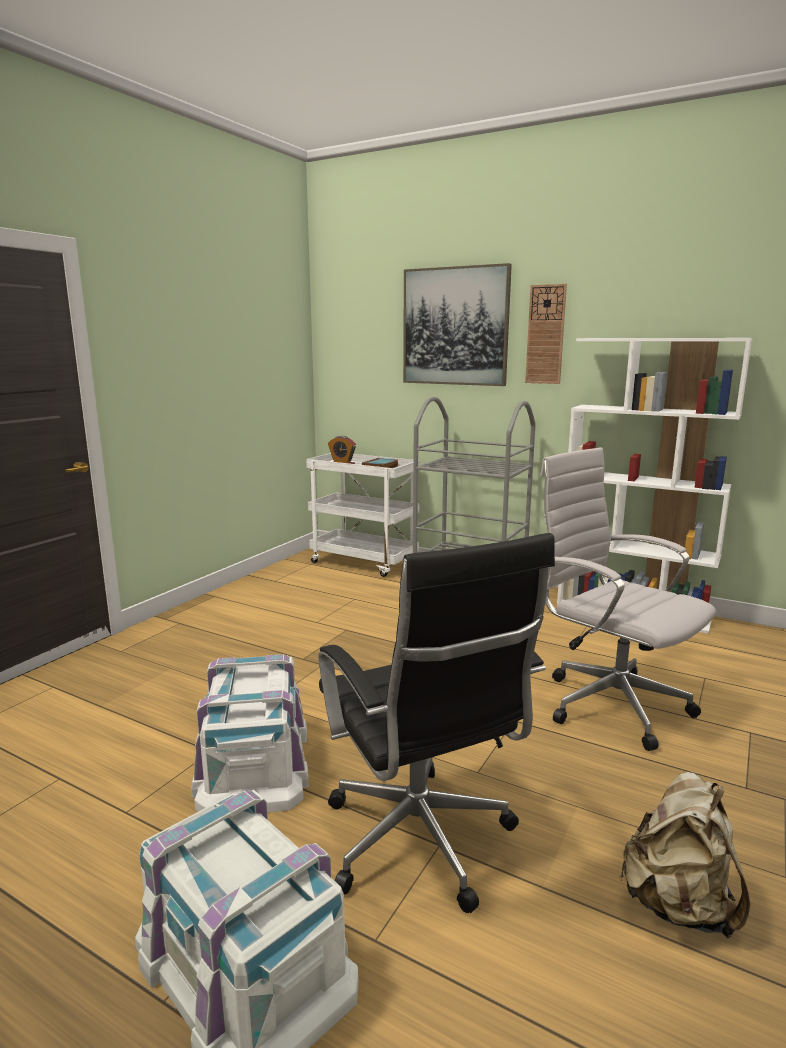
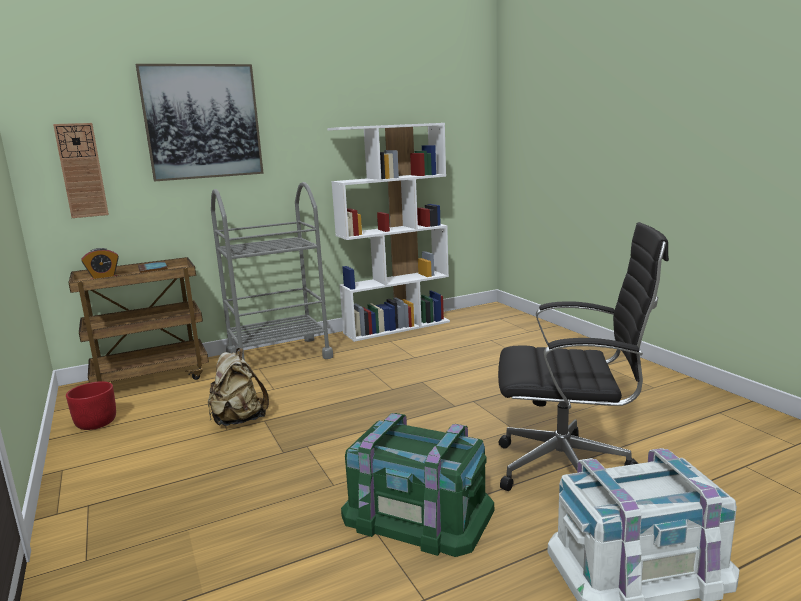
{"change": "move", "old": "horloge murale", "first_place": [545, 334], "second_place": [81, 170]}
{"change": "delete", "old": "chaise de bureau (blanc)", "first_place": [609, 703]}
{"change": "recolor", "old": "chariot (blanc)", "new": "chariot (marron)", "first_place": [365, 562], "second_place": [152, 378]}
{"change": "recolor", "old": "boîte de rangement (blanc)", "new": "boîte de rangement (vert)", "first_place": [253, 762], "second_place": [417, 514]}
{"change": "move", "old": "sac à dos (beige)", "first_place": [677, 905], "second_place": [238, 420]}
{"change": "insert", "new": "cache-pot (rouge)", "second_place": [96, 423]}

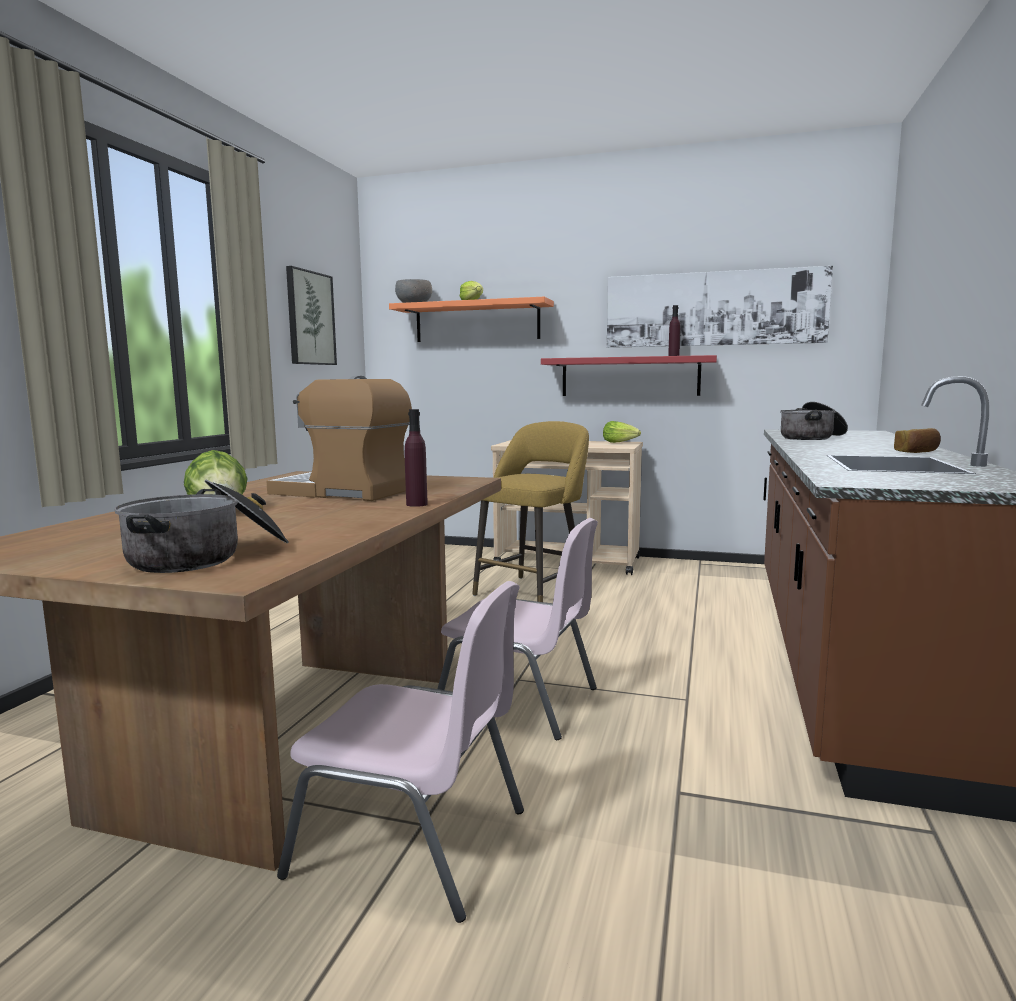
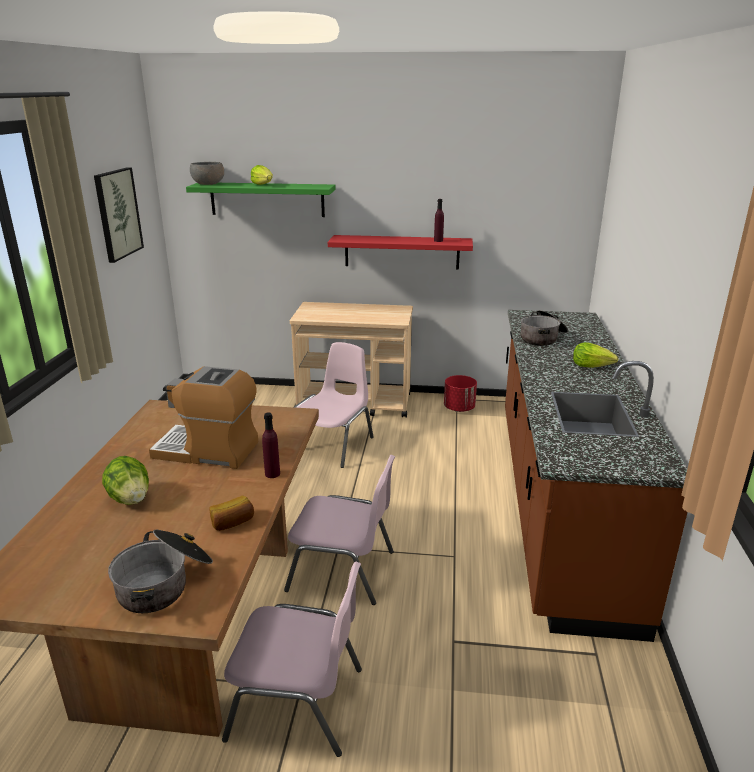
{"change": "delete", "old": "tableau", "first_place": [713, 309]}
{"change": "recolor", "old": "étagère (orange)", "new": "étagère (vert)", "first_place": [477, 322], "second_place": [267, 199]}
{"change": "replace", "old": "tabouret (jaune)", "new": "chaise (rose)", "first_place": [533, 592], "second_place": [333, 444]}
{"change": "move", "old": "laitue", "first_place": [620, 442], "second_place": [591, 366]}
{"change": "move", "old": "pain", "first_place": [917, 452], "second_place": [232, 523]}
{"change": "insert", "new": "cache-pot (rouge)", "second_place": [459, 408]}

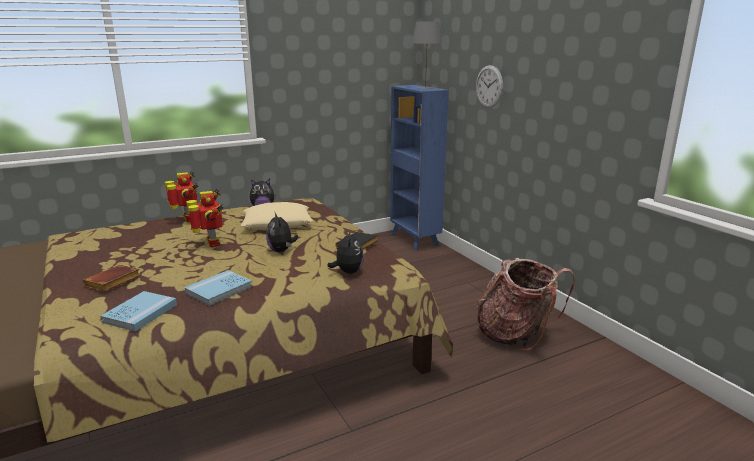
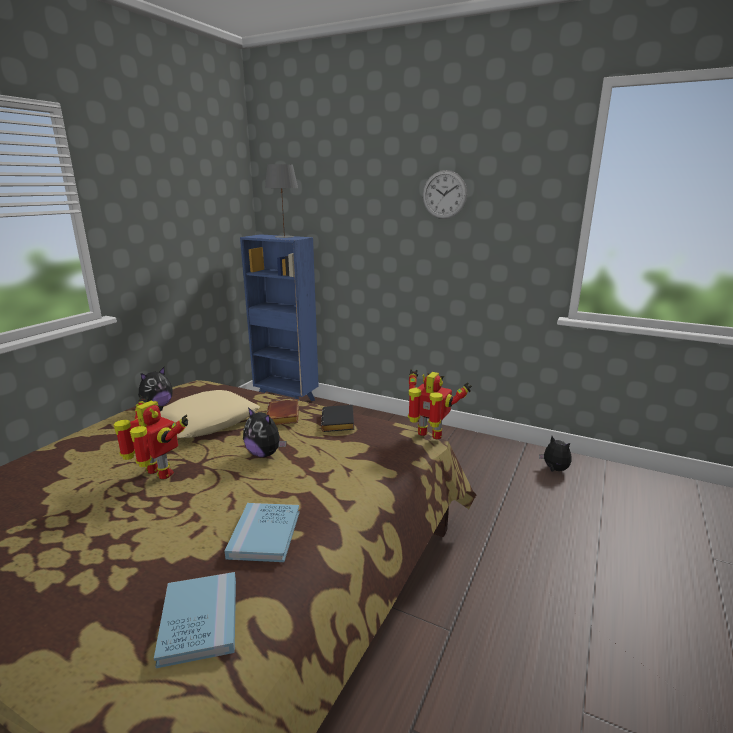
{"change": "move", "old": "horloge murale", "first_place": [489, 86], "second_place": [444, 194]}
{"change": "move", "old": "robot jouet", "first_place": [188, 219], "second_place": [430, 436]}
{"change": "move", "old": "peluche", "first_place": [348, 272], "second_place": [554, 469]}
{"change": "delete", "old": "sac à dos", "first_place": [516, 334]}
{"change": "move", "old": "livre (marron)", "first_place": [112, 283], "second_place": [284, 416]}

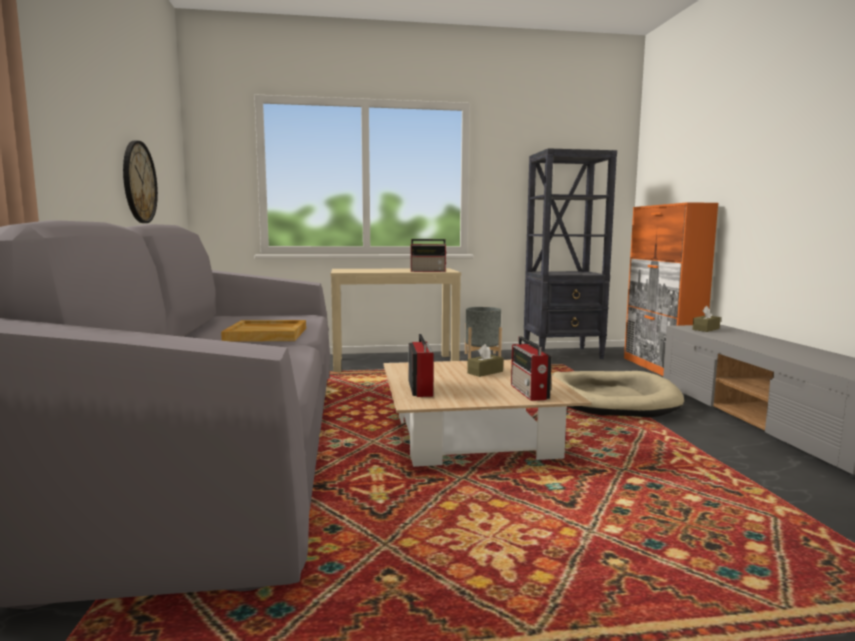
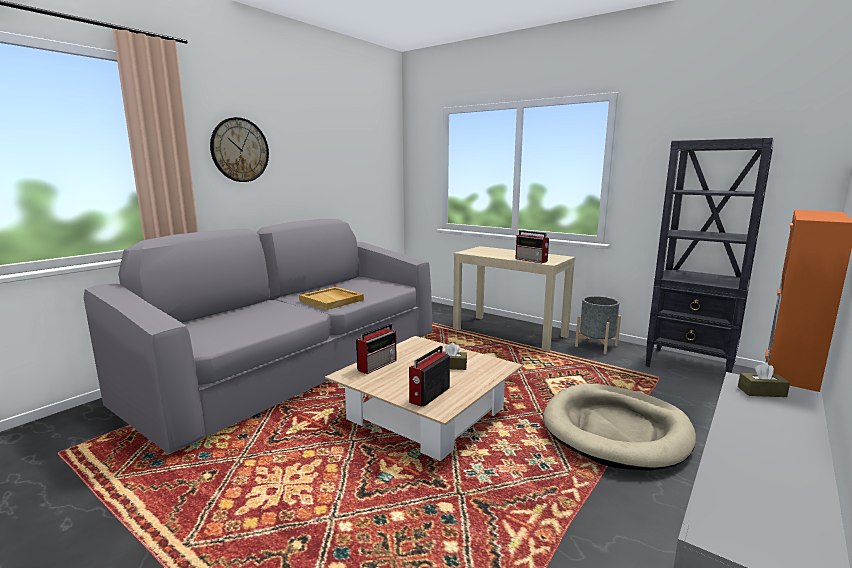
{"change": "move", "old": "horloge murale", "first_place": [139, 182], "second_place": [240, 150]}

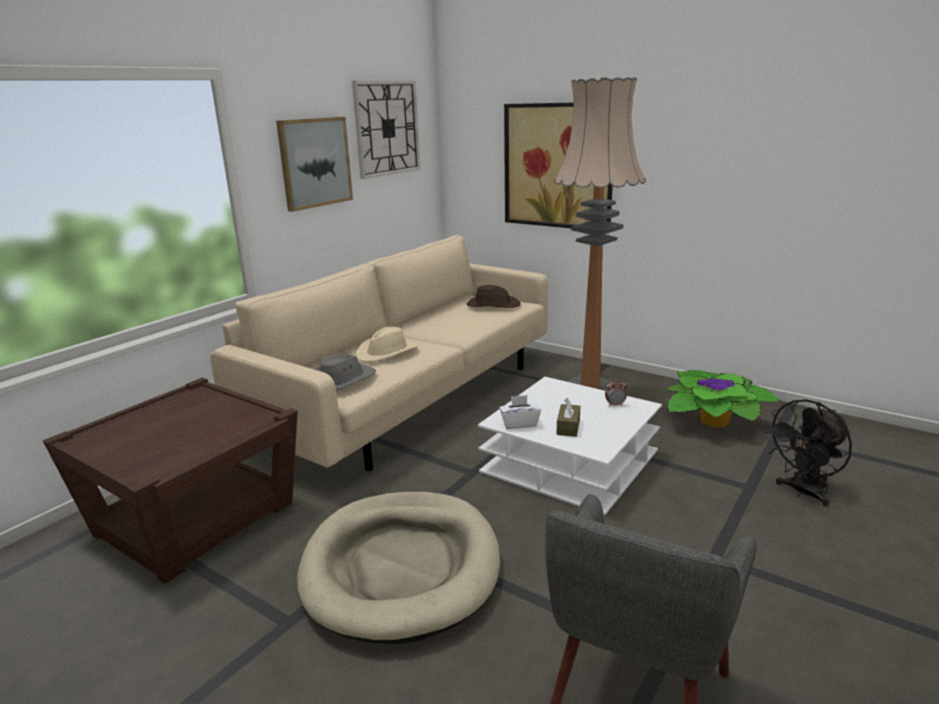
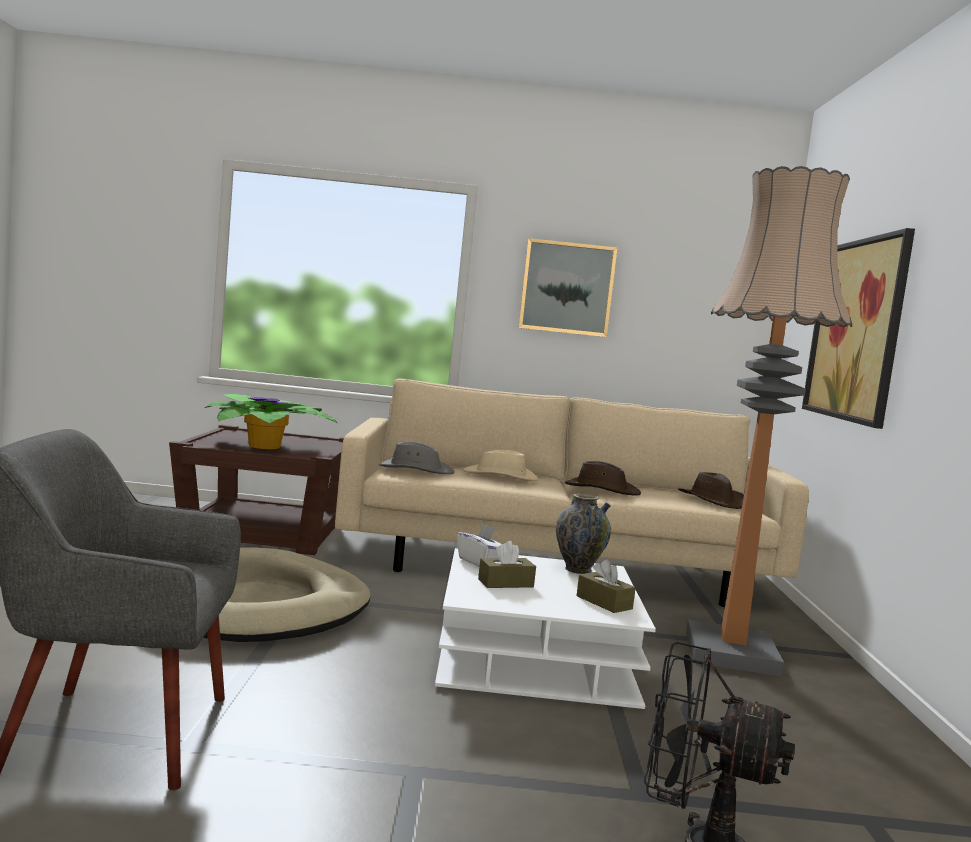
{"change": "delete", "old": "horloge murale", "first_place": [387, 128]}
{"change": "move", "old": "plante en pot", "first_place": [712, 419], "second_place": [267, 446]}
{"change": "replace", "old": "réveil", "new": "boîte à mouchoirs (marron)", "first_place": [615, 405], "second_place": [604, 602]}
{"change": "insert", "new": "chapeau (marron)", "second_place": [601, 490]}
{"change": "insert", "new": "vase", "second_place": [578, 569]}

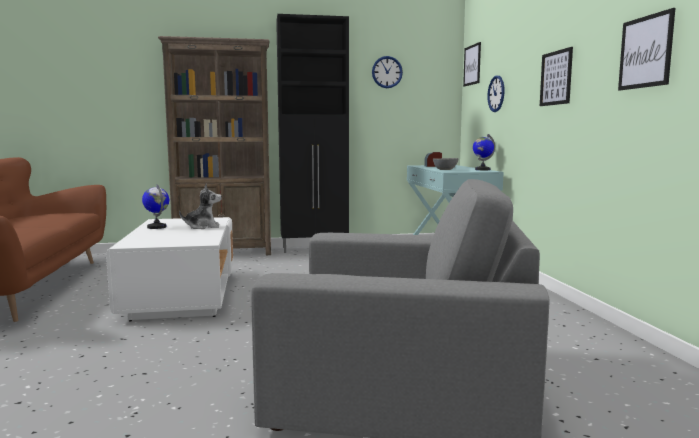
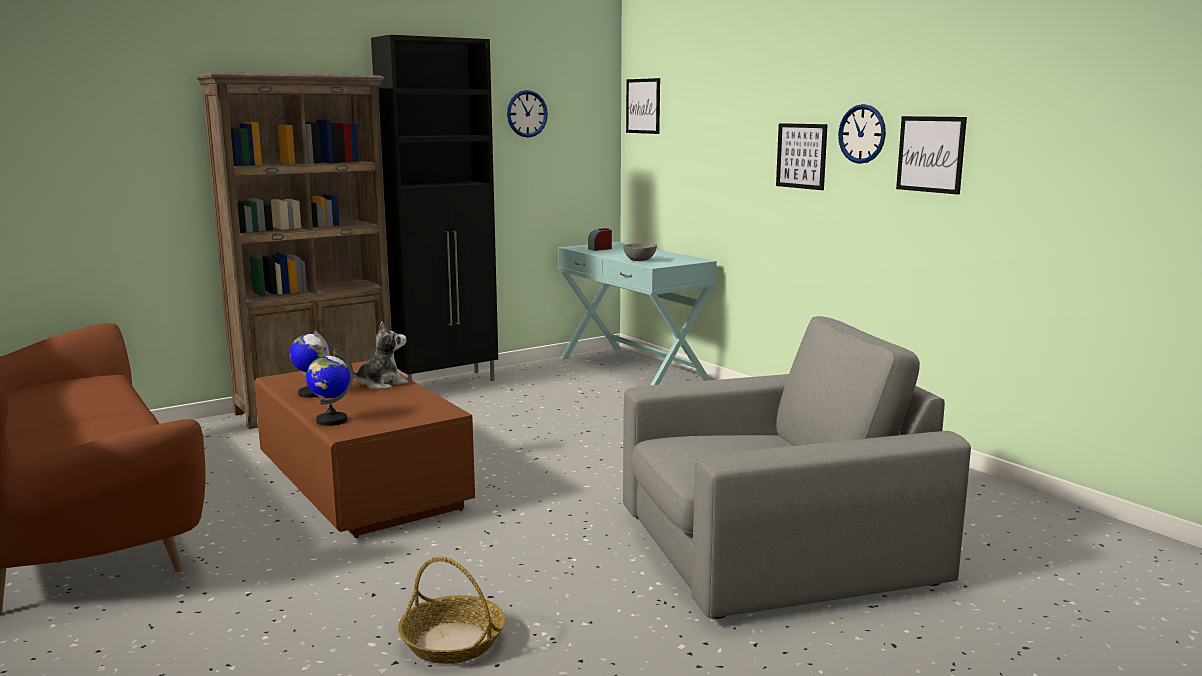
{"change": "move", "old": "horloge murale", "first_place": [496, 93], "second_place": [862, 134]}
{"change": "move", "old": "globe", "first_place": [482, 169], "second_place": [331, 420]}
{"change": "recolor", "old": "table basse (blanc)", "new": "table basse (marron)", "first_place": [181, 294], "second_place": [362, 485]}
{"change": "insert", "new": "panier", "second_place": [453, 642]}

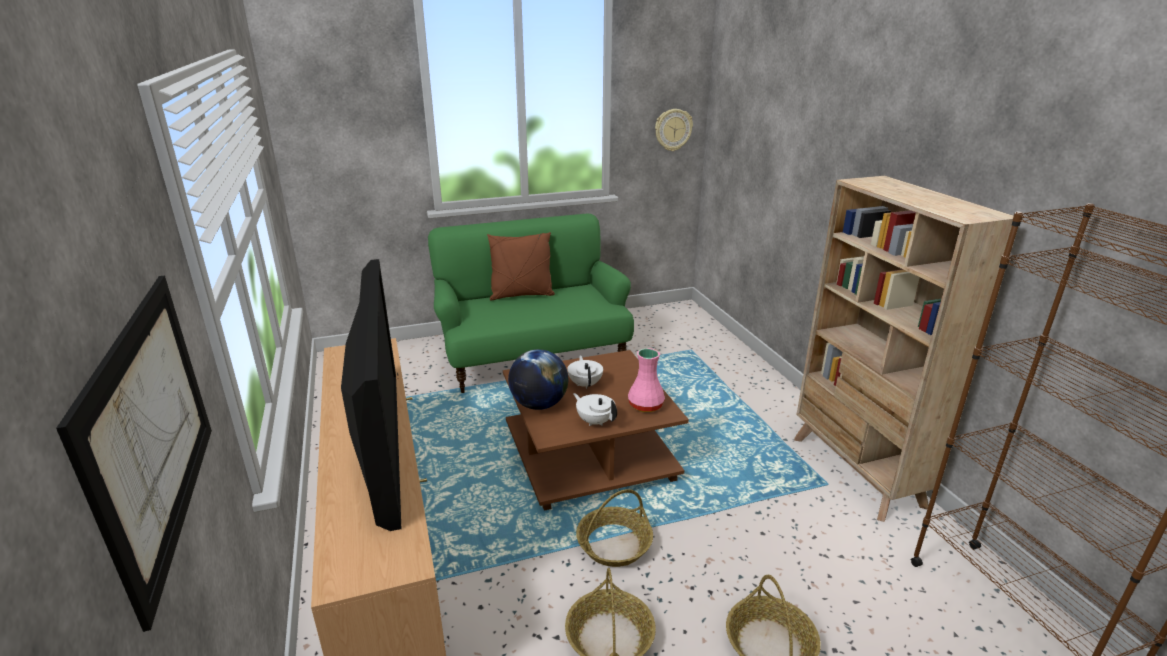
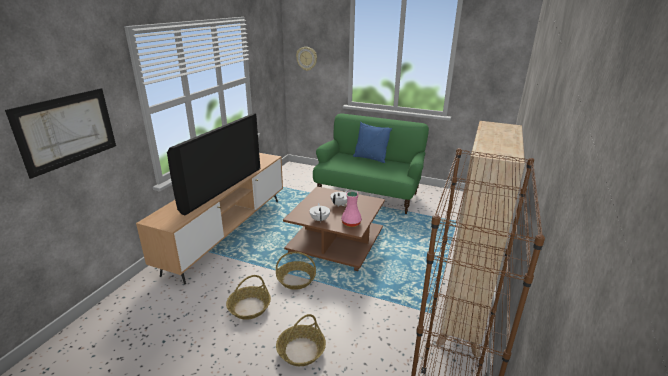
{"change": "move", "old": "horloge murale", "first_place": [673, 129], "second_place": [307, 58]}
{"change": "recolor", "old": "coussin (marron)", "new": "coussin (bleu)", "first_place": [521, 295], "second_place": [370, 158]}
{"change": "delete", "old": "globe", "first_place": [539, 404]}

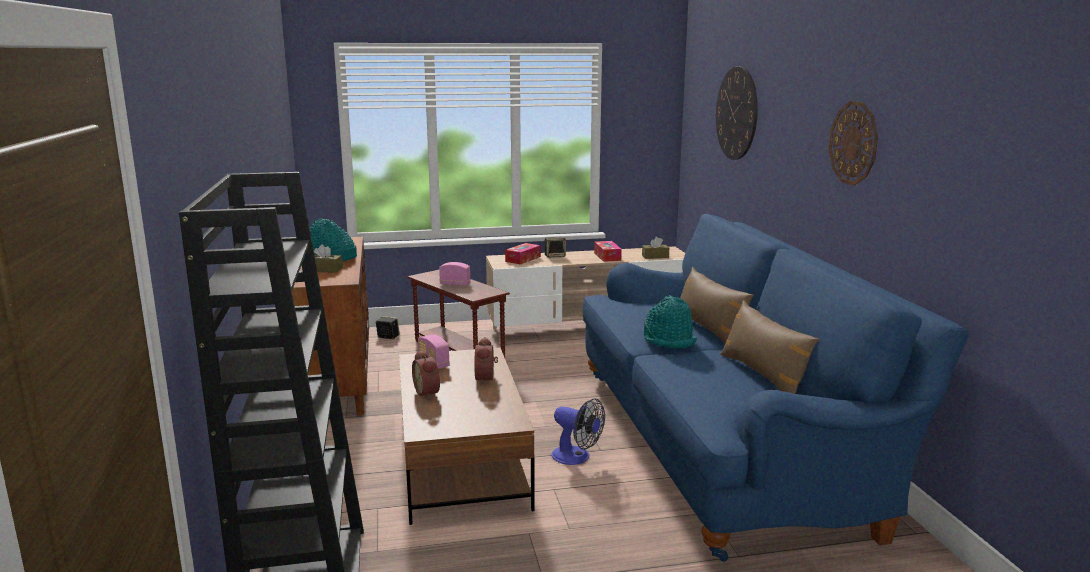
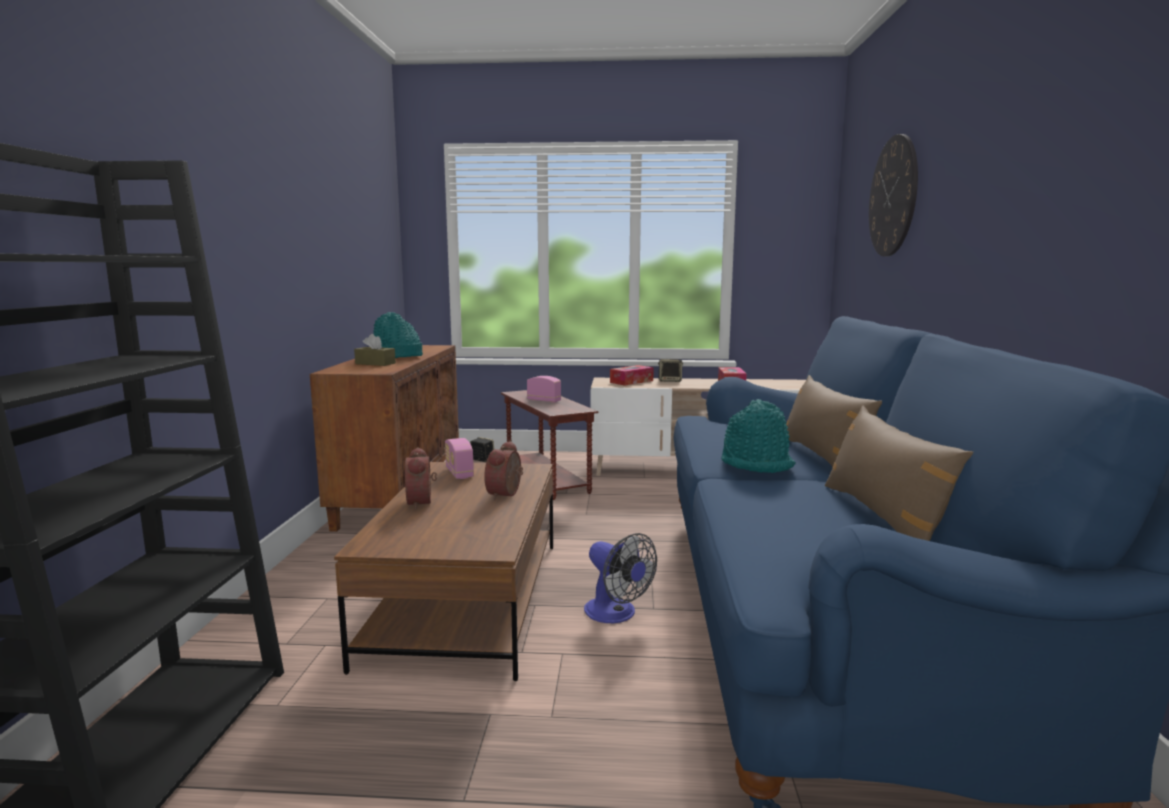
{"change": "delete", "old": "horloge murale", "first_place": [853, 143]}
{"change": "delete", "old": "boîte à mouchoirs (marron)", "first_place": [655, 256]}

